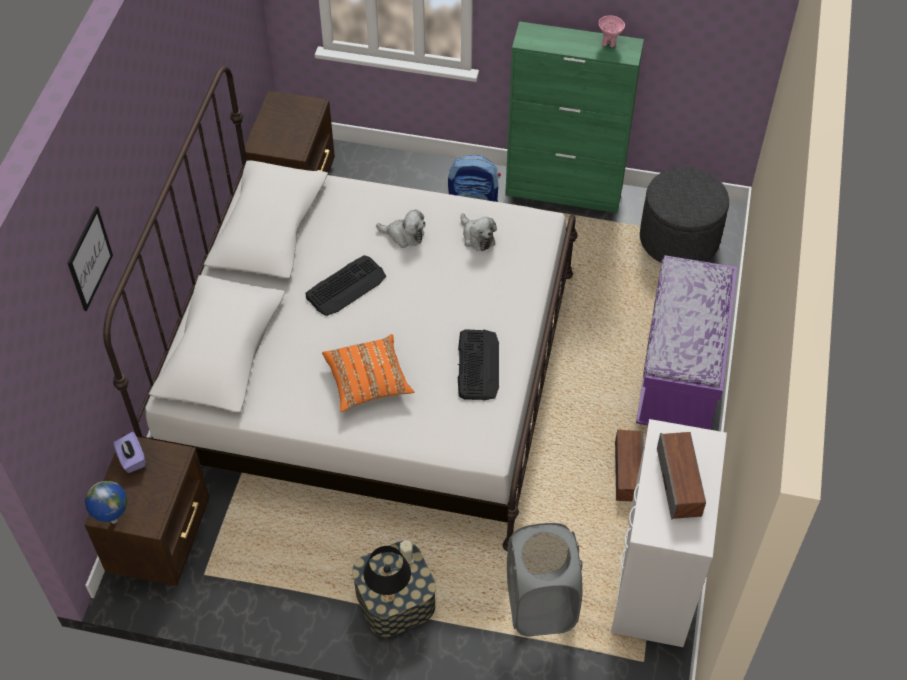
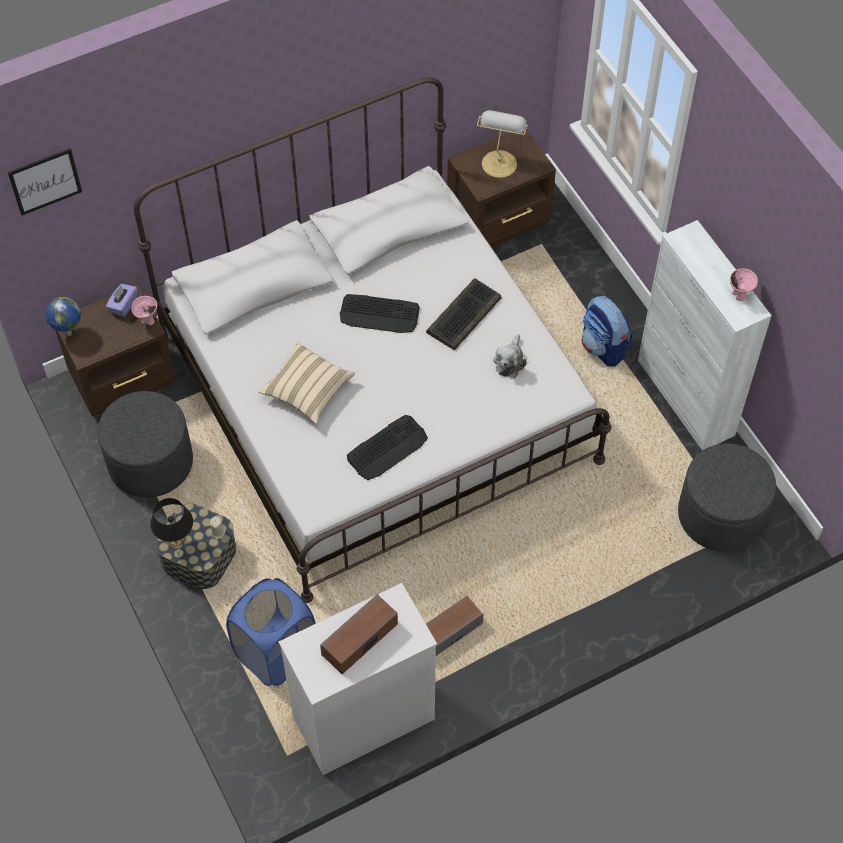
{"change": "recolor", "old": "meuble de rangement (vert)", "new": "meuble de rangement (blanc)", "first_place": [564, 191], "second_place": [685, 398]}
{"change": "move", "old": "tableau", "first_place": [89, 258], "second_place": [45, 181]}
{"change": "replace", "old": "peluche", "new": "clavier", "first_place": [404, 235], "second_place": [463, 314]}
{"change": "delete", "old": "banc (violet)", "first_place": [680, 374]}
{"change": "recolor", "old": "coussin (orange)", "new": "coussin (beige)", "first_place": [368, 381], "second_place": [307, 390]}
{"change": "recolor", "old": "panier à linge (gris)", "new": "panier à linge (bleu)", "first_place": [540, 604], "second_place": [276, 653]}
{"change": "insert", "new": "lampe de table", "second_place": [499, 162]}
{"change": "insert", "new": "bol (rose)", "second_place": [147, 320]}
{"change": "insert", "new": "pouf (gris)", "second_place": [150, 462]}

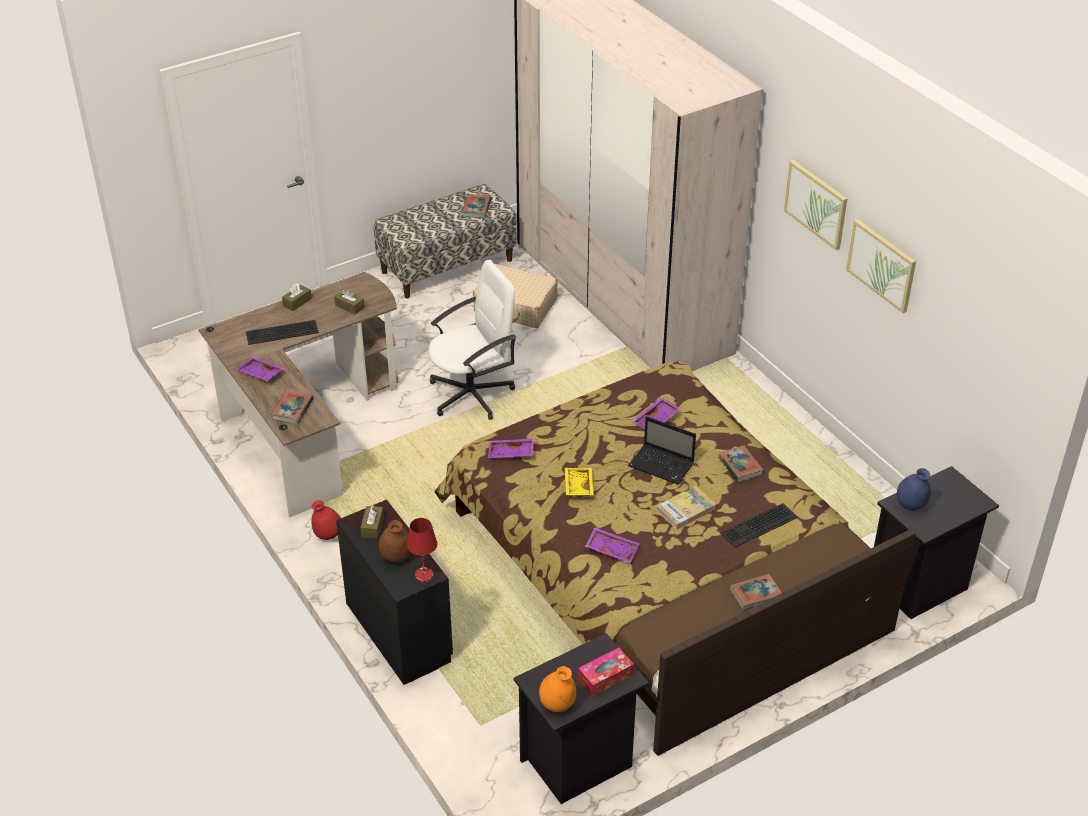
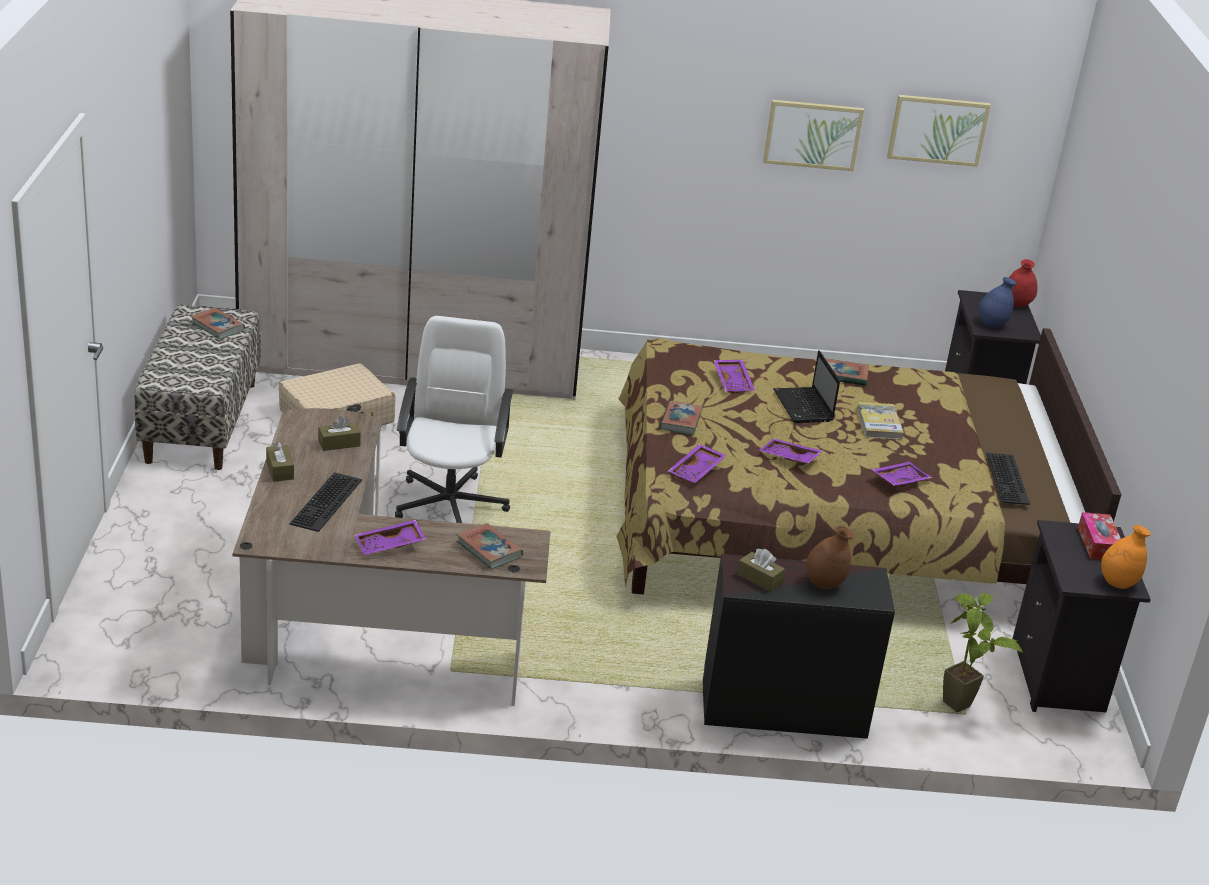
{"change": "move", "old": "tableau", "first_place": [816, 204], "second_place": [937, 130]}
{"change": "rotate", "old": "ordinateur portable", "first_place": [662, 465], "second_place": [804, 407], "degrees": 105}
{"change": "recolor", "old": "plateau (jaune)", "new": "plateau (violet)", "first_place": [577, 486], "second_place": [789, 458]}
{"change": "move", "old": "vase (rouge)", "first_place": [328, 535], "second_place": [1017, 304]}
{"change": "move", "old": "clavier", "first_place": [759, 526], "second_place": [1009, 479]}
{"change": "delete", "old": "lampe de table (rouge)", "first_place": [423, 575]}
{"change": "move", "old": "livre", "first_place": [755, 594], "second_place": [680, 421]}
{"change": "insert", "new": "plante en pot", "second_place": [961, 711]}

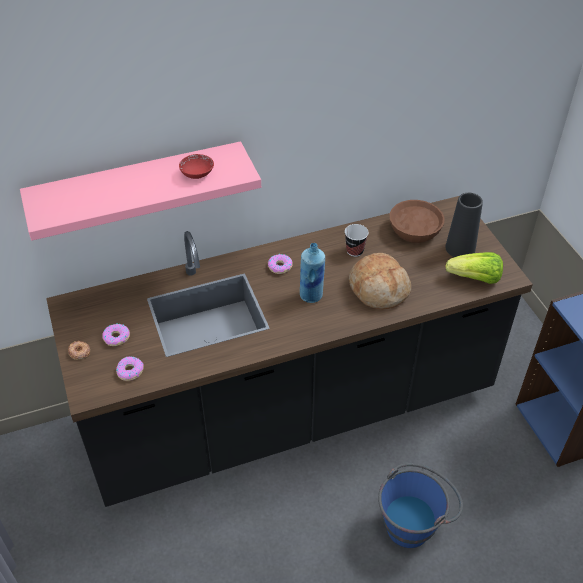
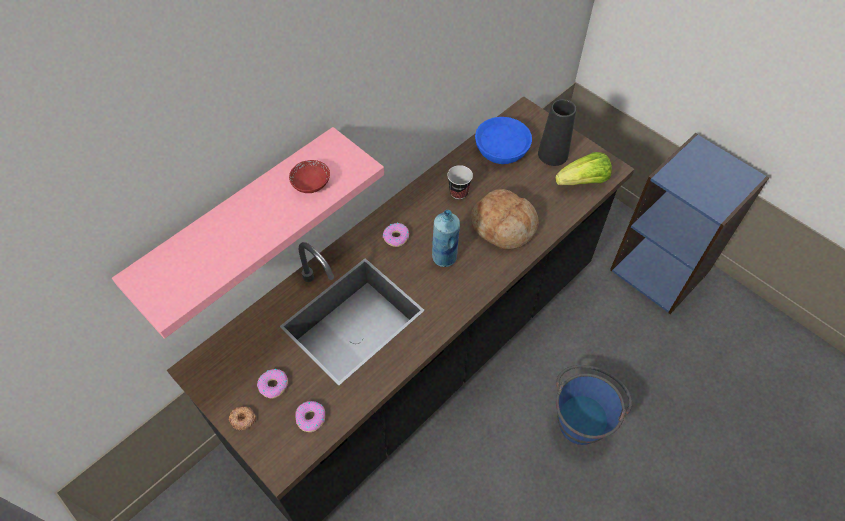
{"change": "recolor", "old": "bol (marron)", "new": "bol (bleu)", "first_place": [414, 230], "second_place": [501, 150]}

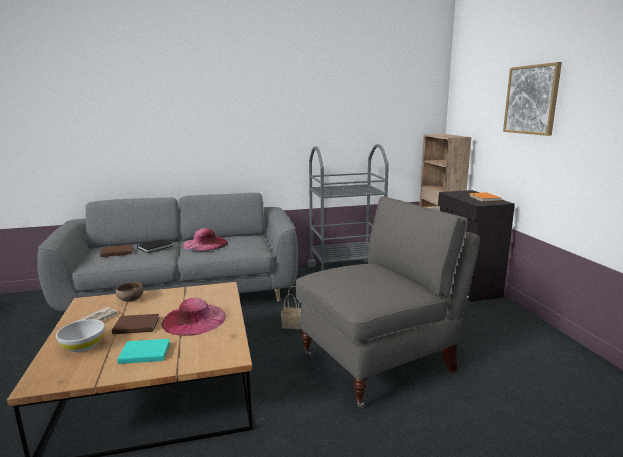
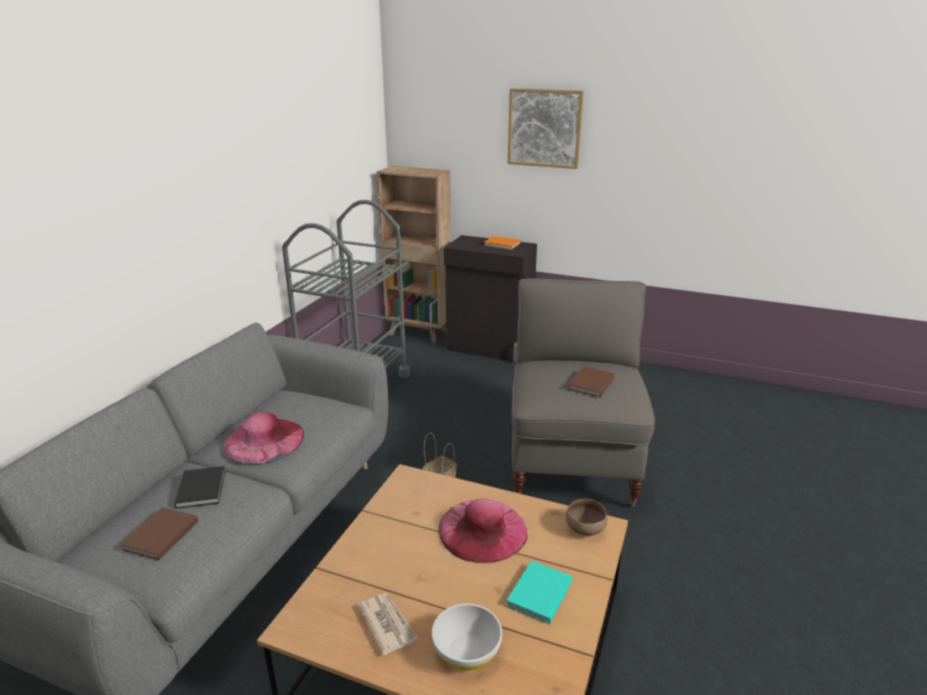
{"change": "move", "old": "bol (marron)", "first_place": [130, 300], "second_place": [585, 529]}
{"change": "move", "old": "livre (marron)", "first_place": [135, 325], "second_place": [590, 384]}

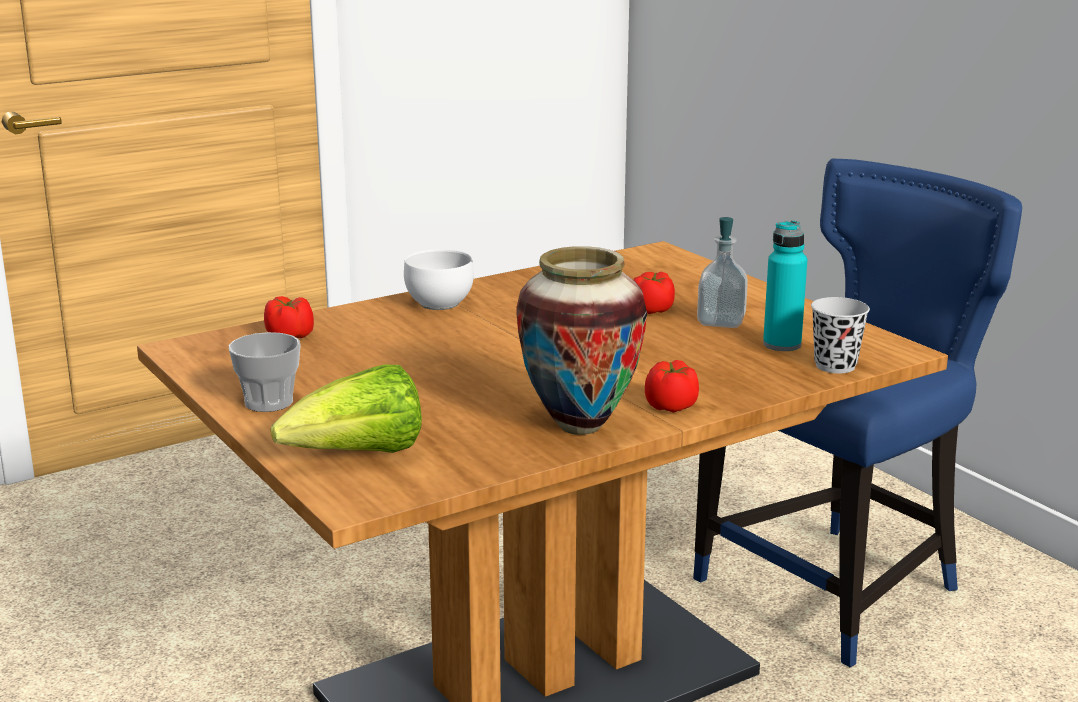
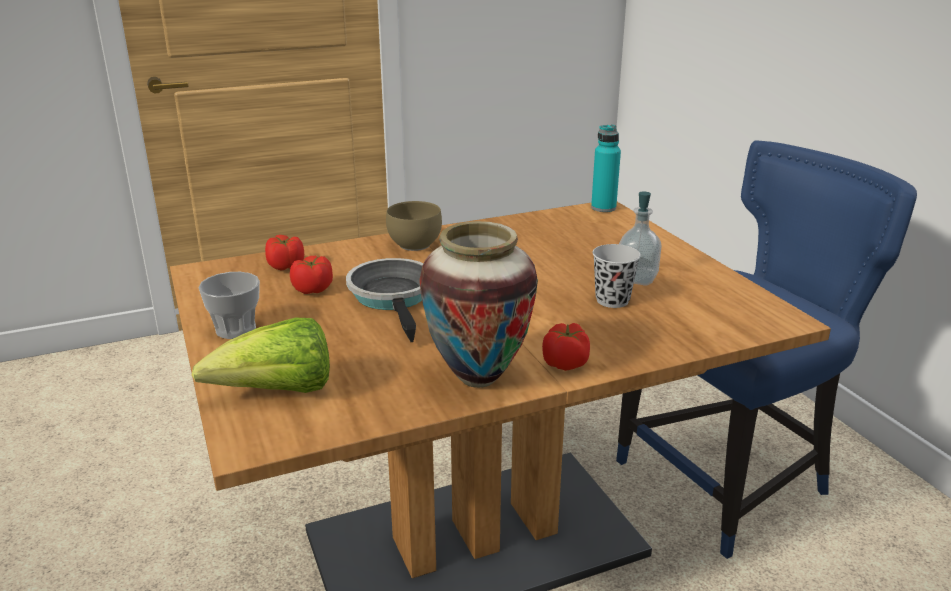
{"change": "move", "old": "bouteille (turquoise)", "first_place": [782, 344], "second_place": [603, 208]}
{"change": "recolor", "old": "bol (blanc)", "new": "bol (marron)", "first_place": [440, 305], "second_place": [415, 246]}
{"change": "move", "old": "tomate", "first_place": [652, 310], "second_place": [313, 289]}
{"change": "move", "old": "tasse (noir)", "first_place": [835, 366], "second_place": [612, 300]}
{"change": "insert", "new": "poêle", "second_place": [393, 297]}

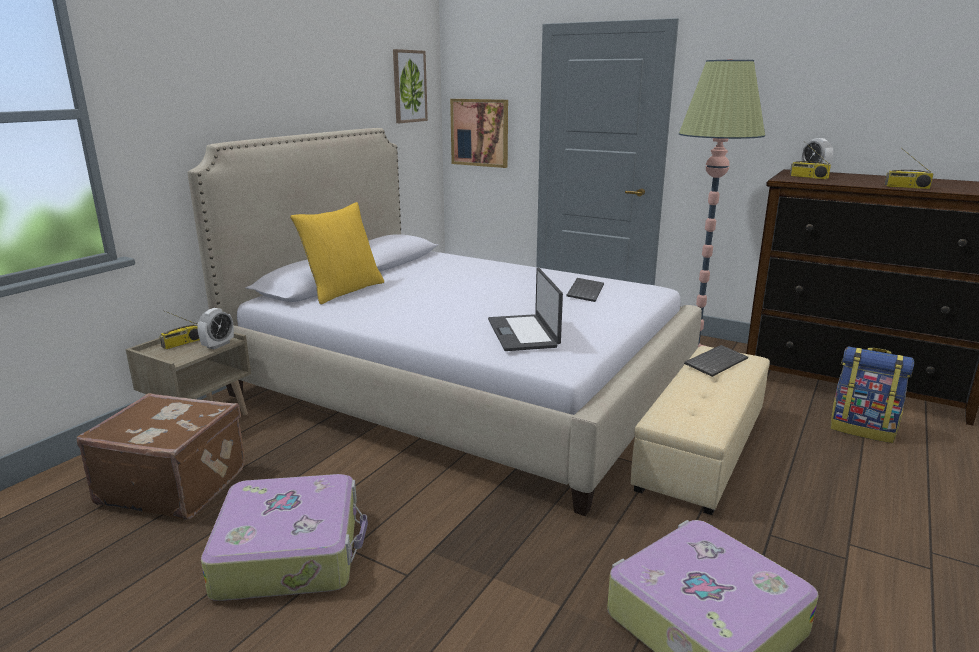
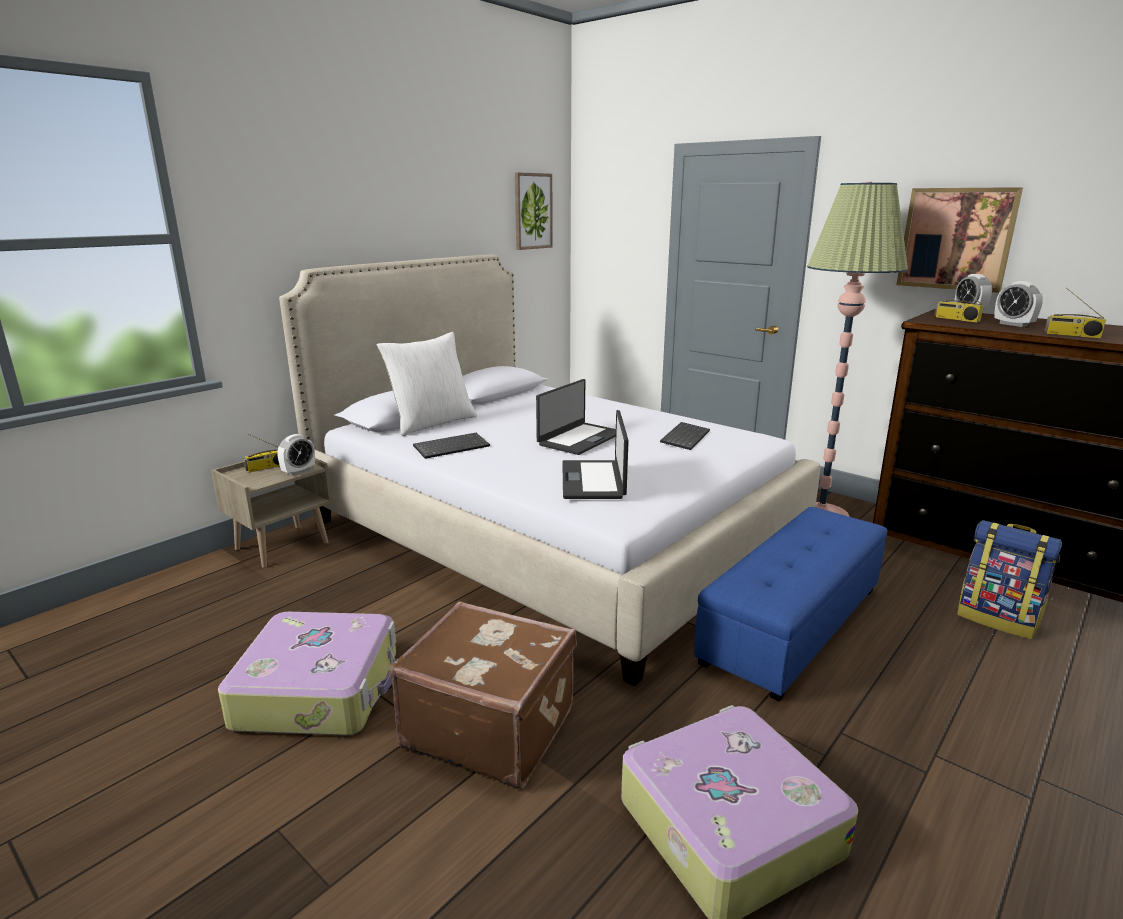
{"change": "move", "old": "tableau", "first_place": [480, 132], "second_place": [956, 239]}
{"change": "recolor", "old": "coussin (jaune)", "new": "coussin (blanc)", "first_place": [343, 290], "second_place": [432, 423]}
{"change": "move", "old": "clavier", "first_place": [715, 361], "second_place": [452, 447]}
{"change": "recolor", "old": "pouf (beige)", "new": "pouf (bleu)", "first_place": [700, 449], "second_place": [791, 624]}
{"change": "move", "old": "valise (marron)", "first_place": [174, 485], "second_place": [490, 726]}
{"change": "insert", "new": "réveil", "second_place": [1013, 324]}
{"change": "insert", "new": "ordinateur portable", "second_place": [579, 439]}

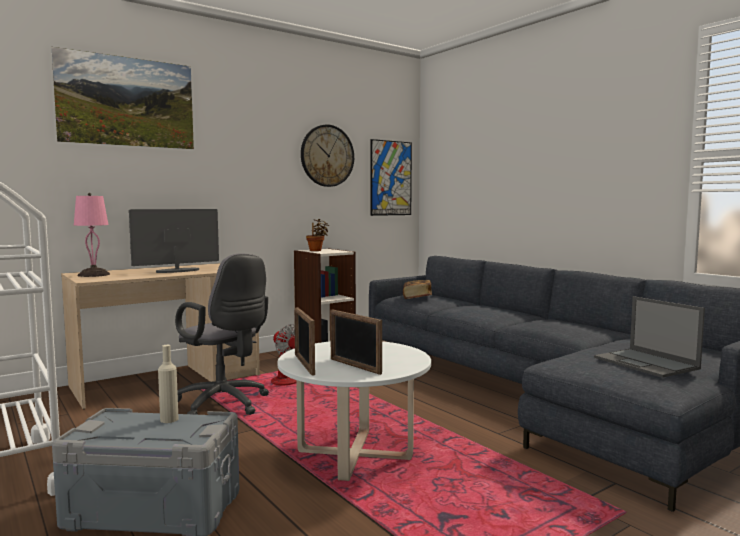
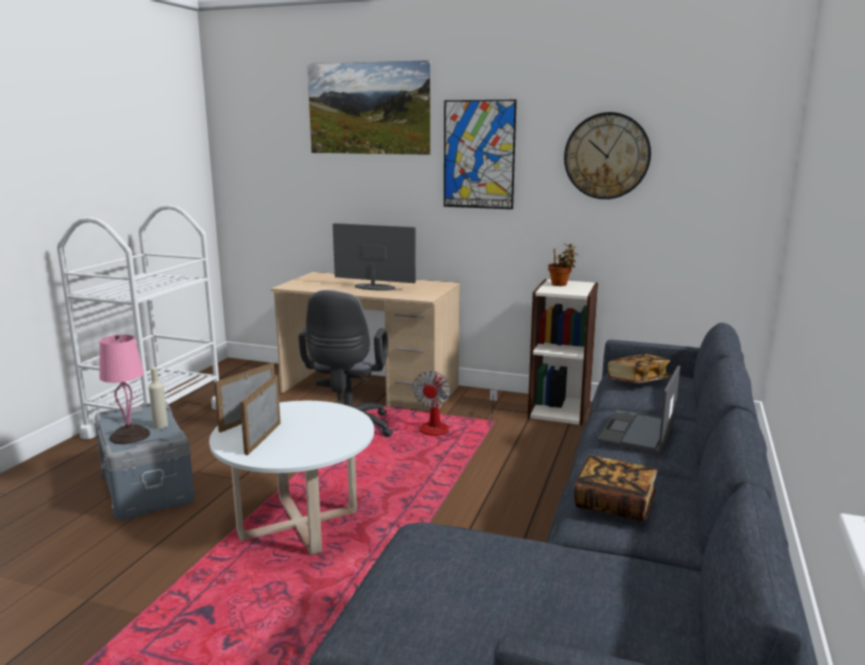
{"change": "move", "old": "tableau", "first_place": [391, 178], "second_place": [479, 155]}
{"change": "move", "old": "lampe de table (rose)", "first_place": [94, 274], "second_place": [130, 436]}
{"change": "move", "old": "ordinateur portable", "first_place": [647, 363], "second_place": [637, 432]}
{"change": "insert", "new": "livre", "second_place": [614, 504]}

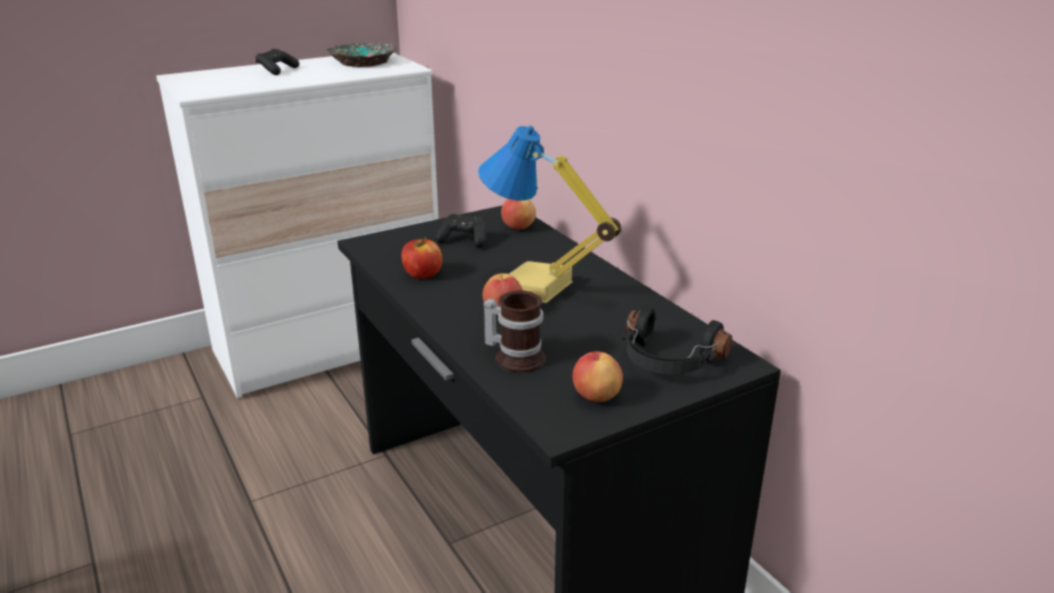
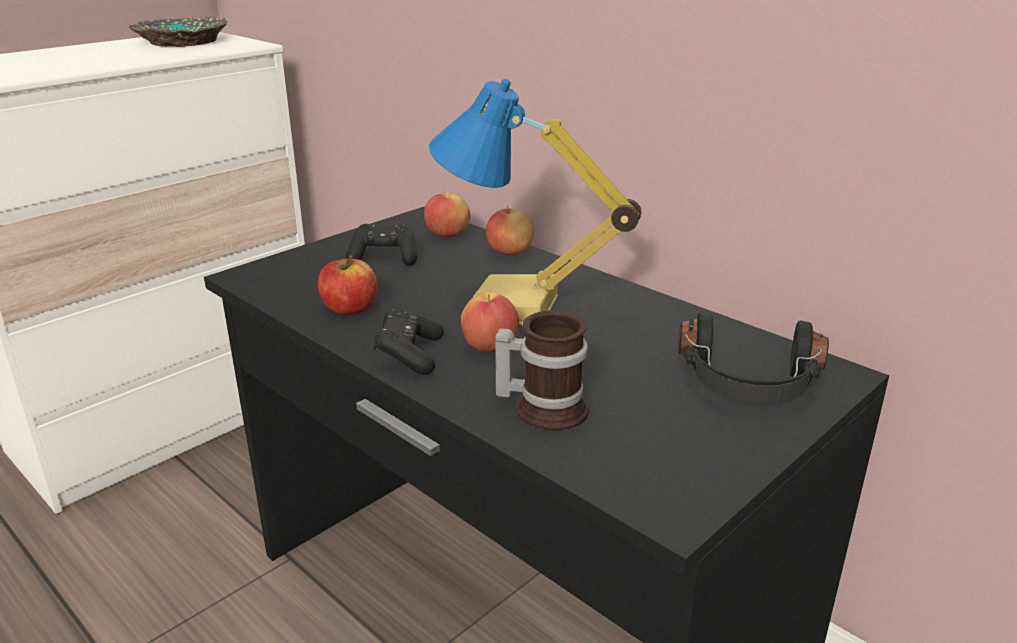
{"change": "move", "old": "manette (noir)", "first_place": [277, 70], "second_place": [409, 355]}
{"change": "move", "old": "pomme", "first_place": [596, 396], "second_place": [509, 253]}

